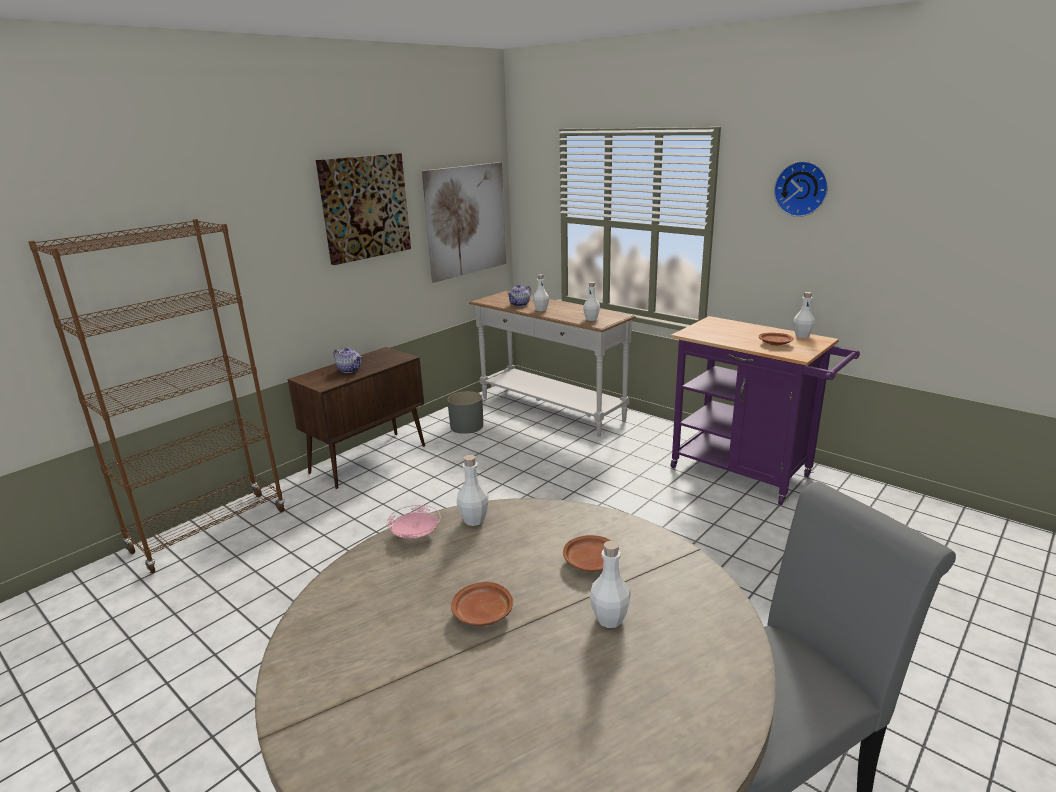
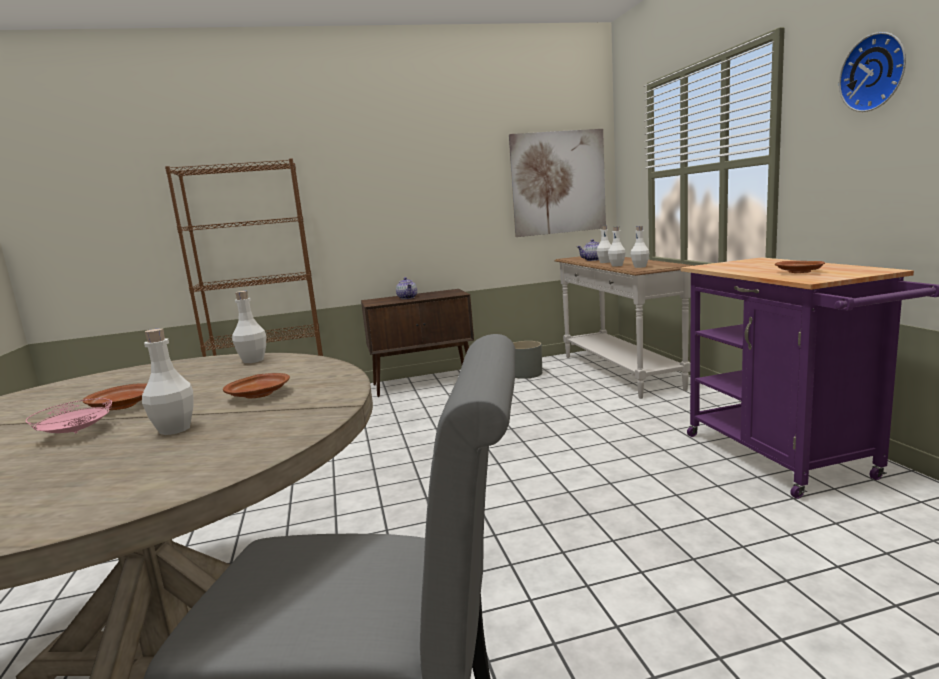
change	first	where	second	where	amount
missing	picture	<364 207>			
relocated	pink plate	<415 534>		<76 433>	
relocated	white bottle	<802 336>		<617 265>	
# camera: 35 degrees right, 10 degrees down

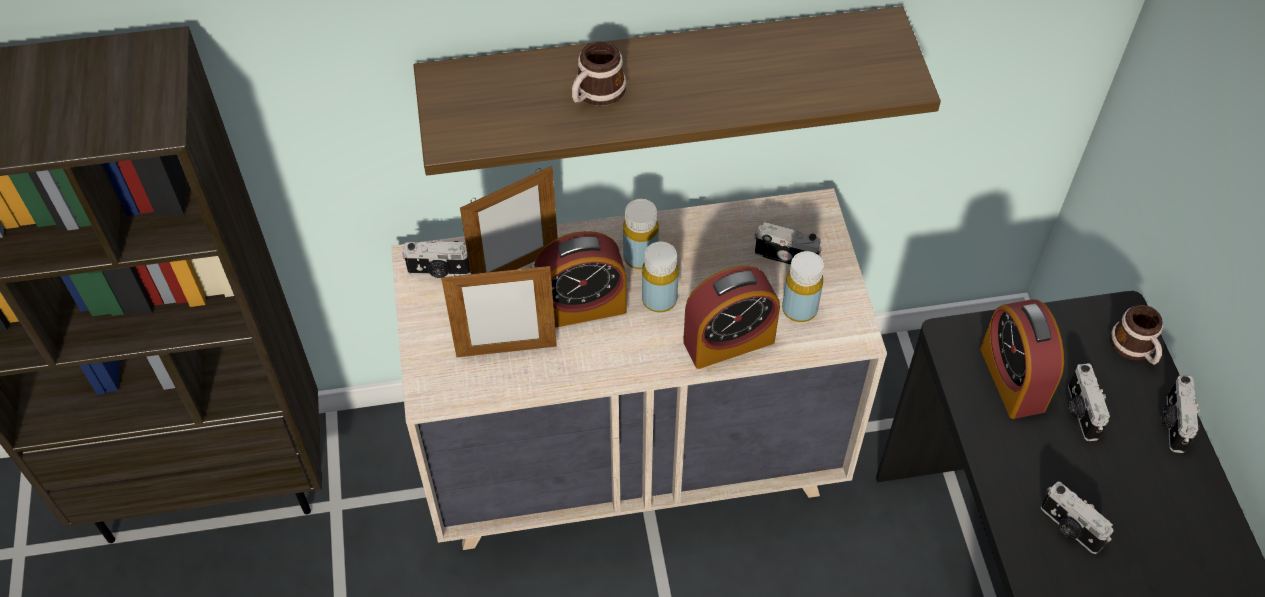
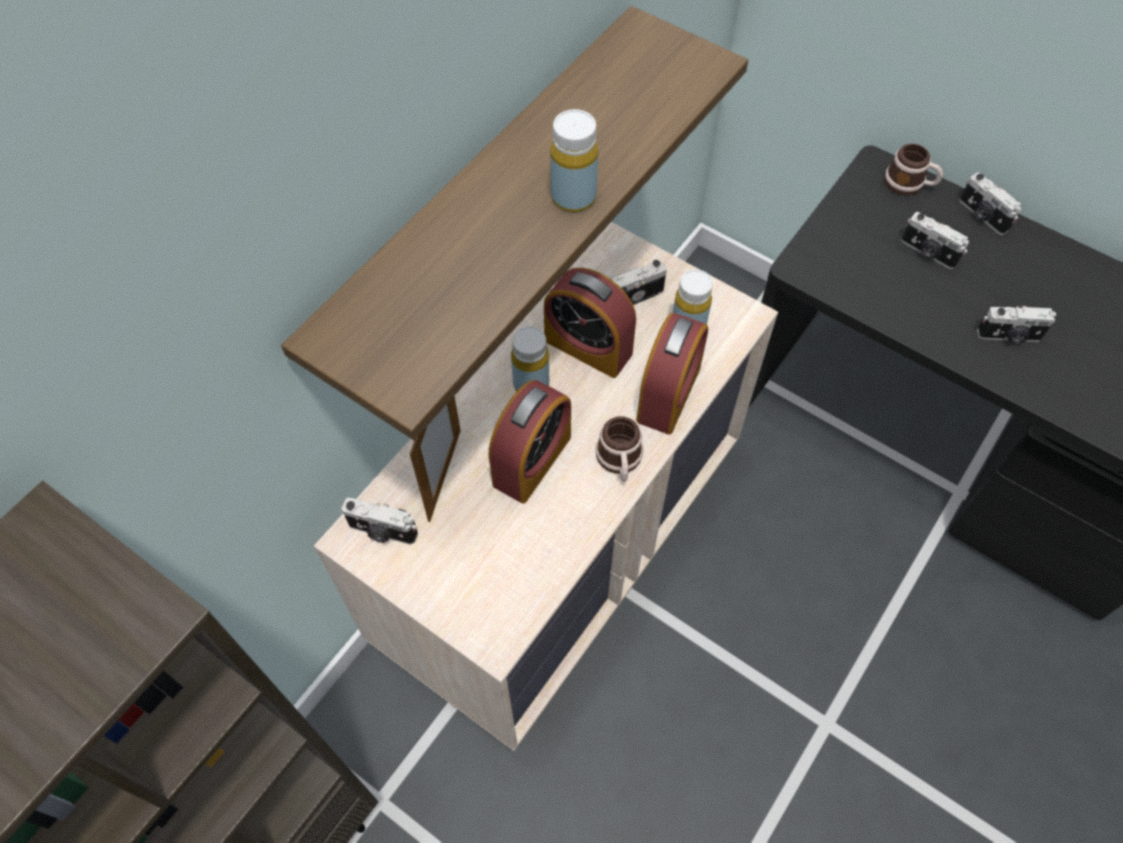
change	first	where	second	where	amount
spun	photo camera	<439 271>		<382 531>	60 degrees clockwise
missing	picture frame	<506 351>			
relocated	mug	<595 94>		<619 461>	
relocated	yellow bottle	<659 299>		<573 197>	
relocated	alarm clock	<1012 379>		<588 347>	
# camera: 45 degrees left, 5 degrees up

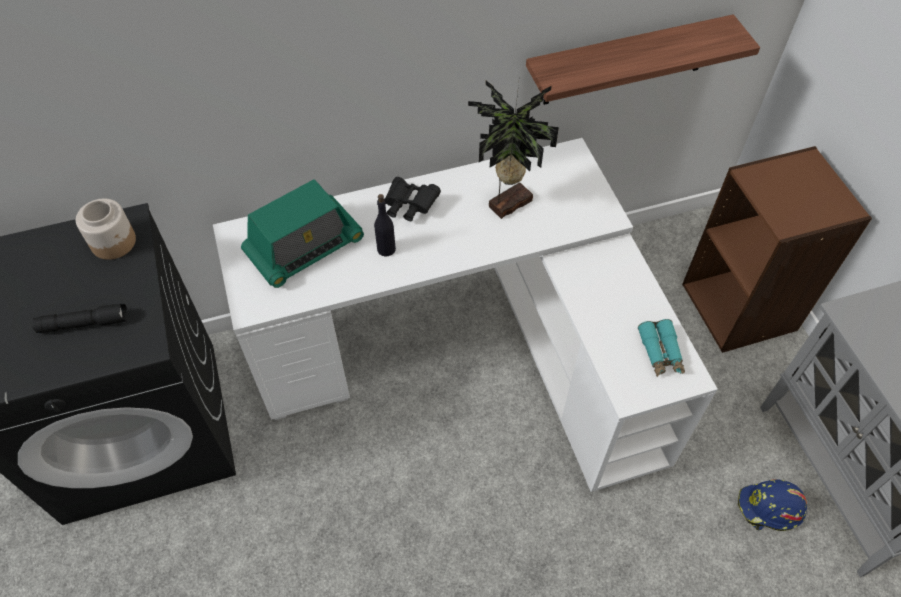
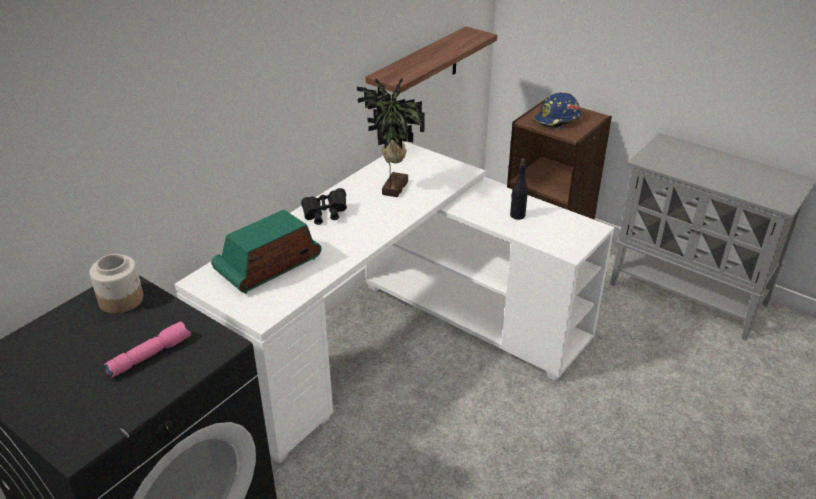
change	first	where	second	where	amount
colour	black flashlight	<85 323>	pink flashlight	<150 355>	
spun	radio	<304 247>		<268 266>	150 degrees counterclockwise
relocated	black bottle	<386 249>		<517 215>	
missing	turquoise binoculars	<660 352>			
relocated	blue hard hat	<769 509>		<557 120>	
# camera: 35 degrees left, 20 degrees down

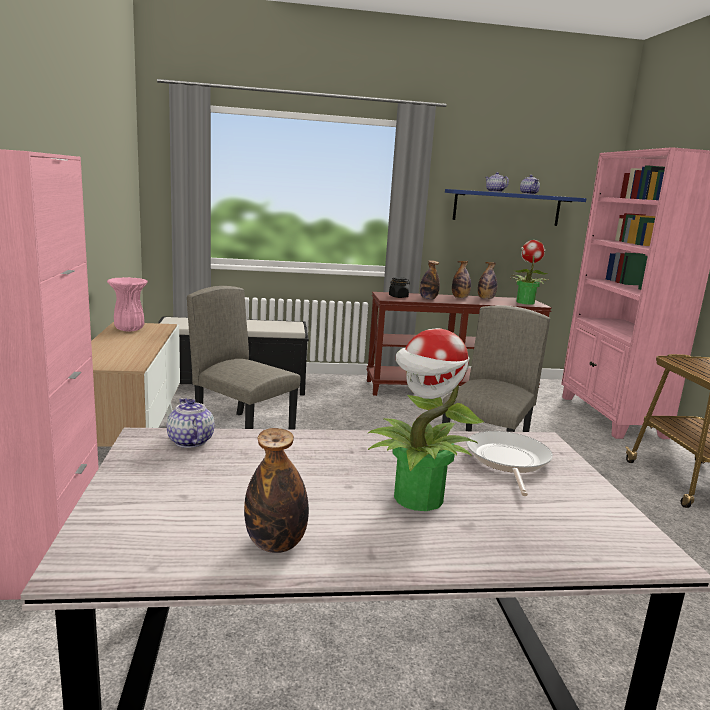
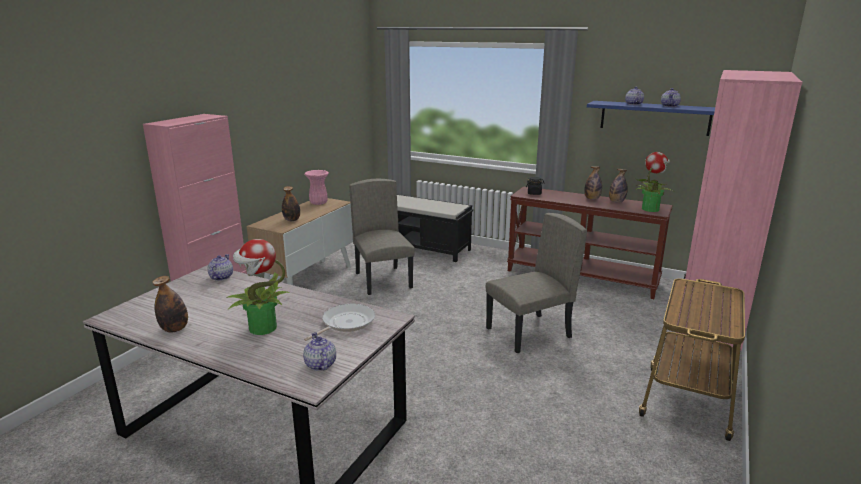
change	first	where	second	where	amount
relocated	bottle	<428 299>		<292 220>	
appeared			teapot	<320 364>	
# camera: 35 degrees right, 5 degrees up

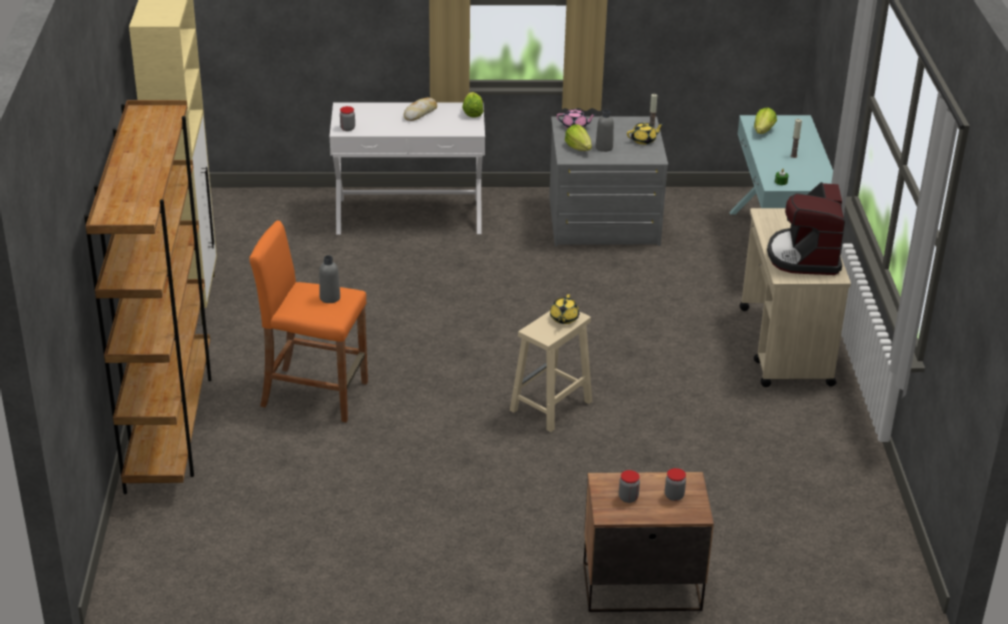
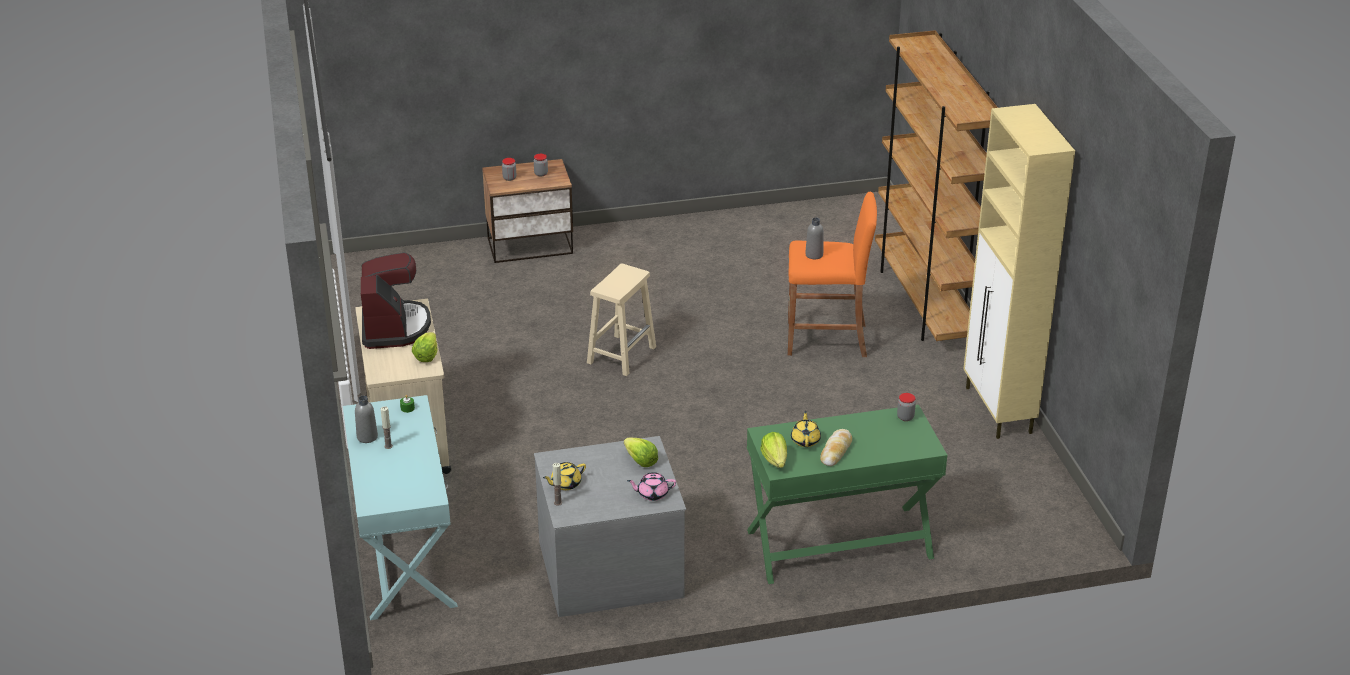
change	first	where	second	where	amount
colour	white console table	<409 215>	green console table	<839 544>	
relocated	yellow teapot	<564 319>		<805 440>	
relocated	grey bottle	<604 147>		<367 437>	
relocated	lettuce	<763 131>		<426 356>	
# camera: 170 degrees right, 0 degrees up

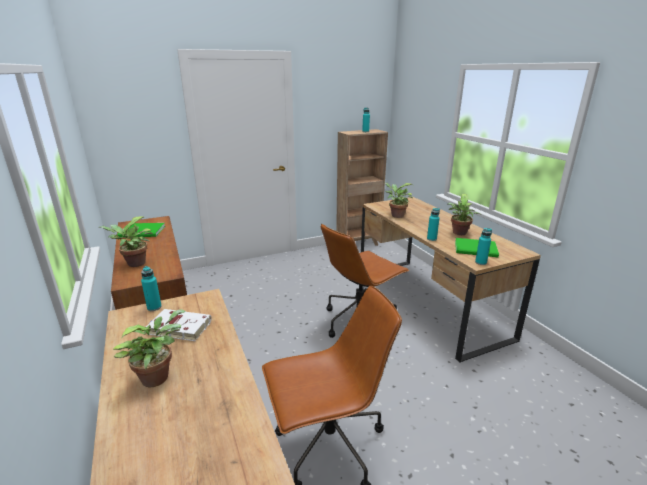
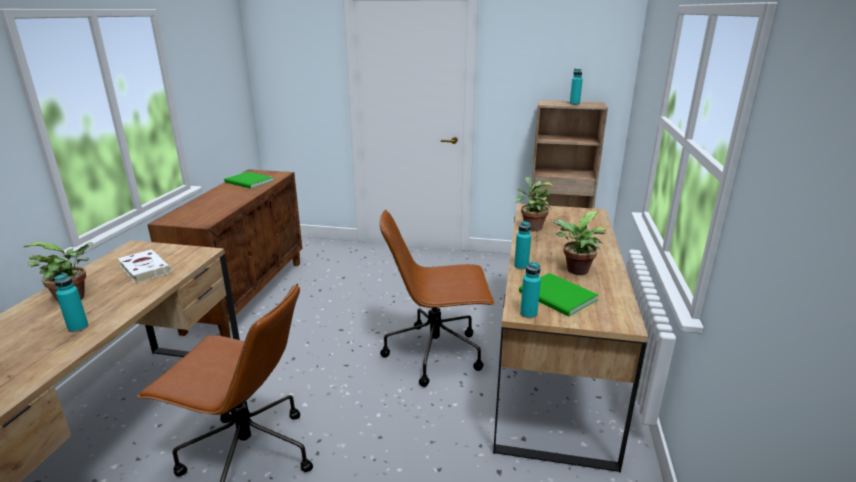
change	first	where	second	where	amount
missing	potted plant	<134 264>			
relocated	turquoise bottle	<154 307>		<78 327>	
# camera: 35 degrees right, 0 degrees up

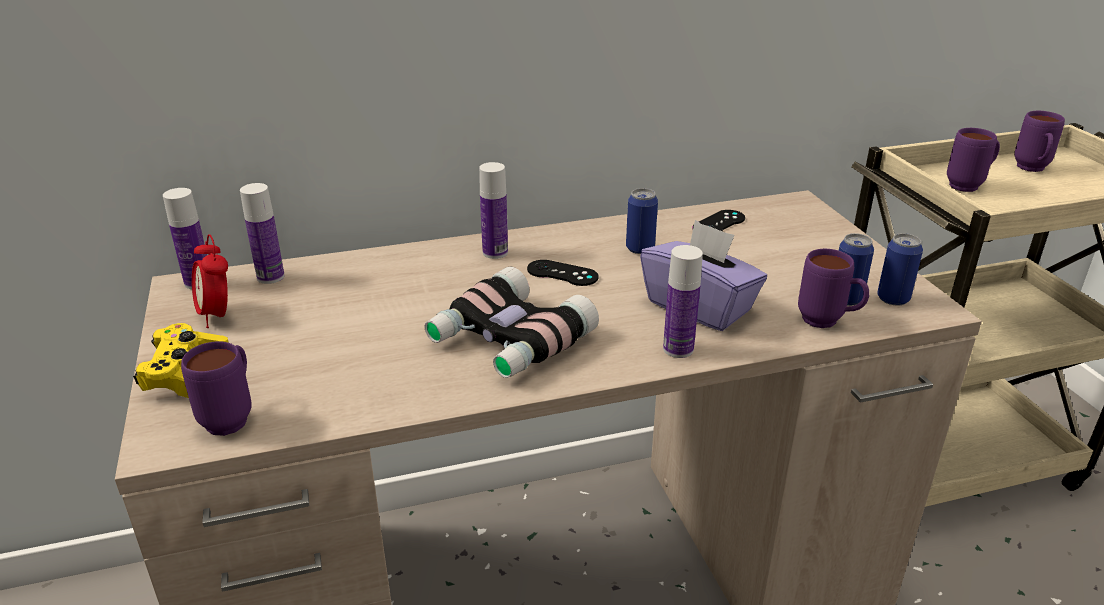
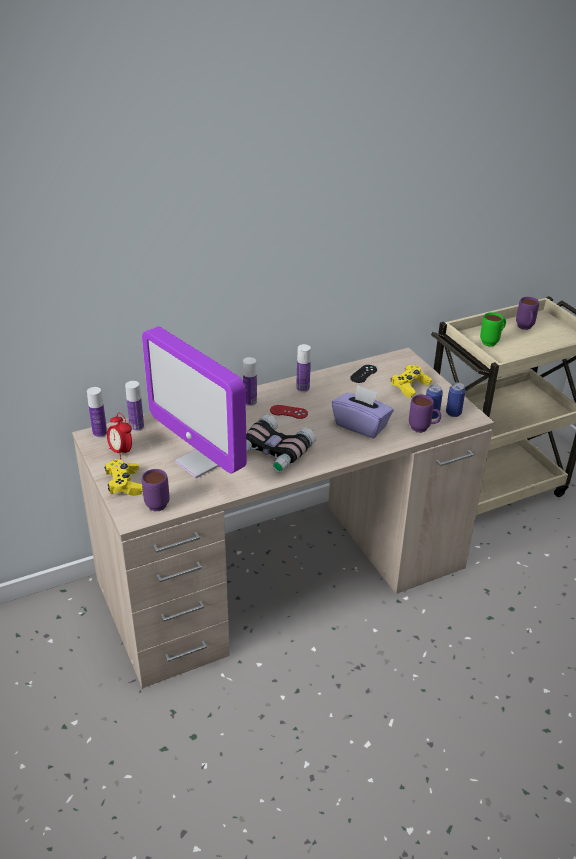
change	first	where	second	where	amount
colour	black game controller	<562 273>	red game controller	<289 412>	
missing	can	<640 248>			
relocated	bottle	<678 349>		<302 388>	
colour	purple mug	<969 186>	green mug	<492 342>	
appeared			monitor	<200 462>	
appeared			yellow game controller	<410 386>	
# camera: 10 degrees left, 5 degrees up

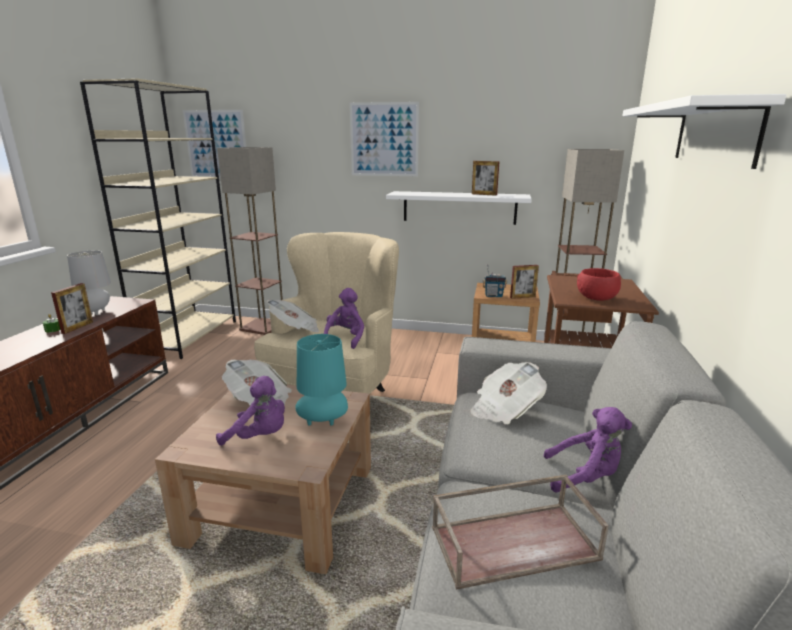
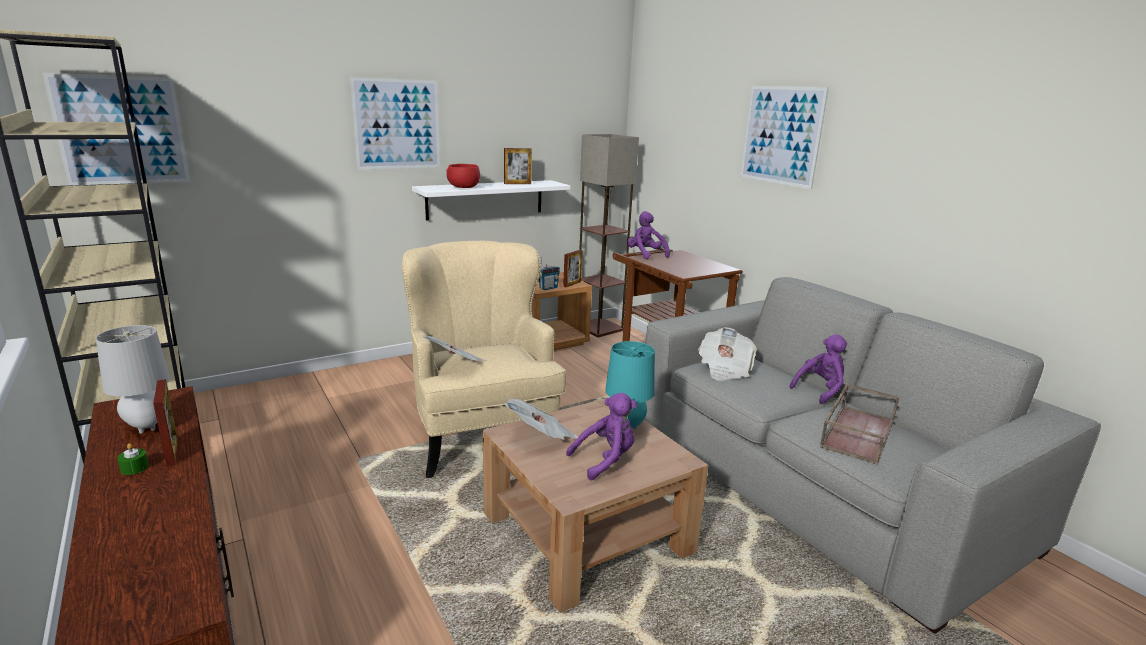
change	first	where	second	where	amount
missing	floor lamp	<263 327>			
relocated	purple plush toy	<345 338>		<645 255>	
relocated	red bowl	<596 298>		<463 187>	
exchanged	white shelf	<714 133>	picture	<781 135>	
# camera: 45 degrees left, 0 degrees up

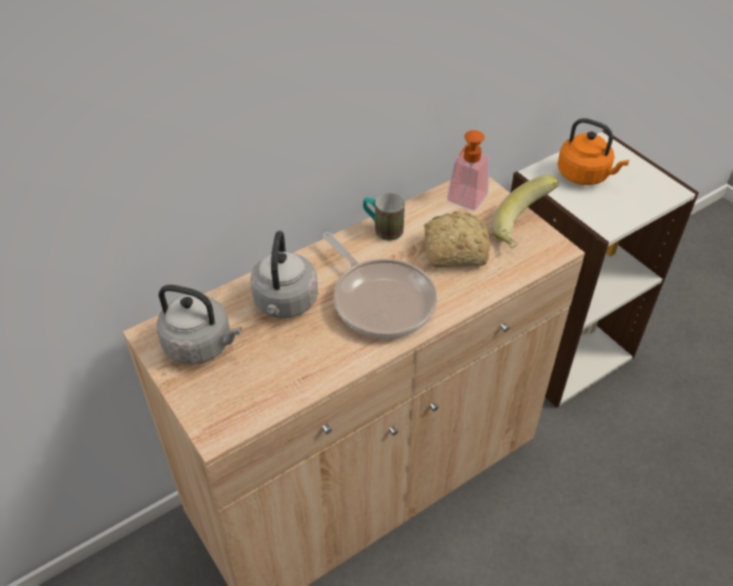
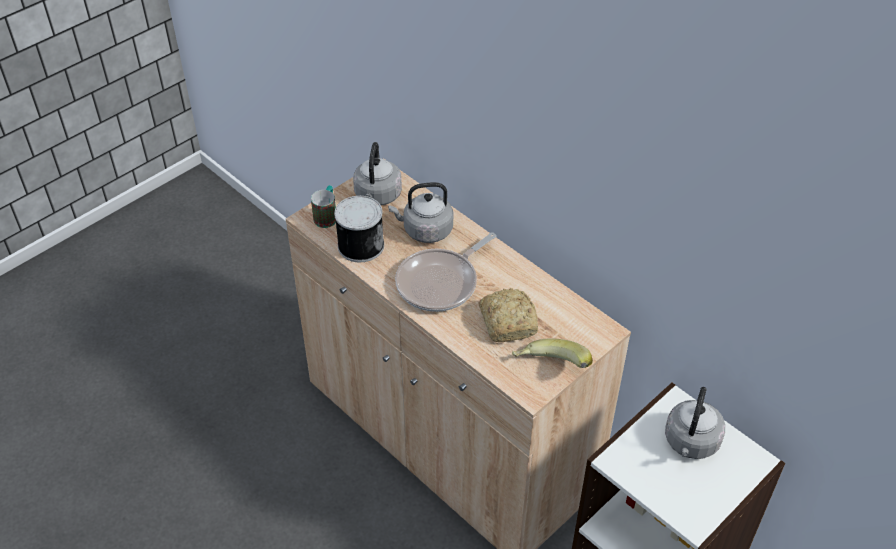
change	first	where	second	where	amount
relocated	mug	<382 229>		<327 216>	
missing	soap dispenser	<463 202>			
colour	orange kettle	<585 175>	grey kettle	<690 443>	
appeared			can	<359 245>	
# camera: 80 degrees right, 0 degrees up

